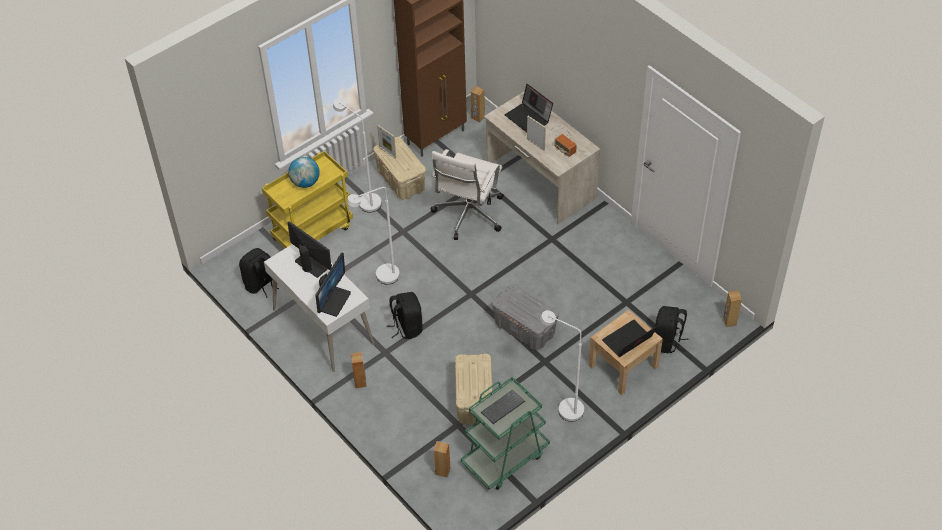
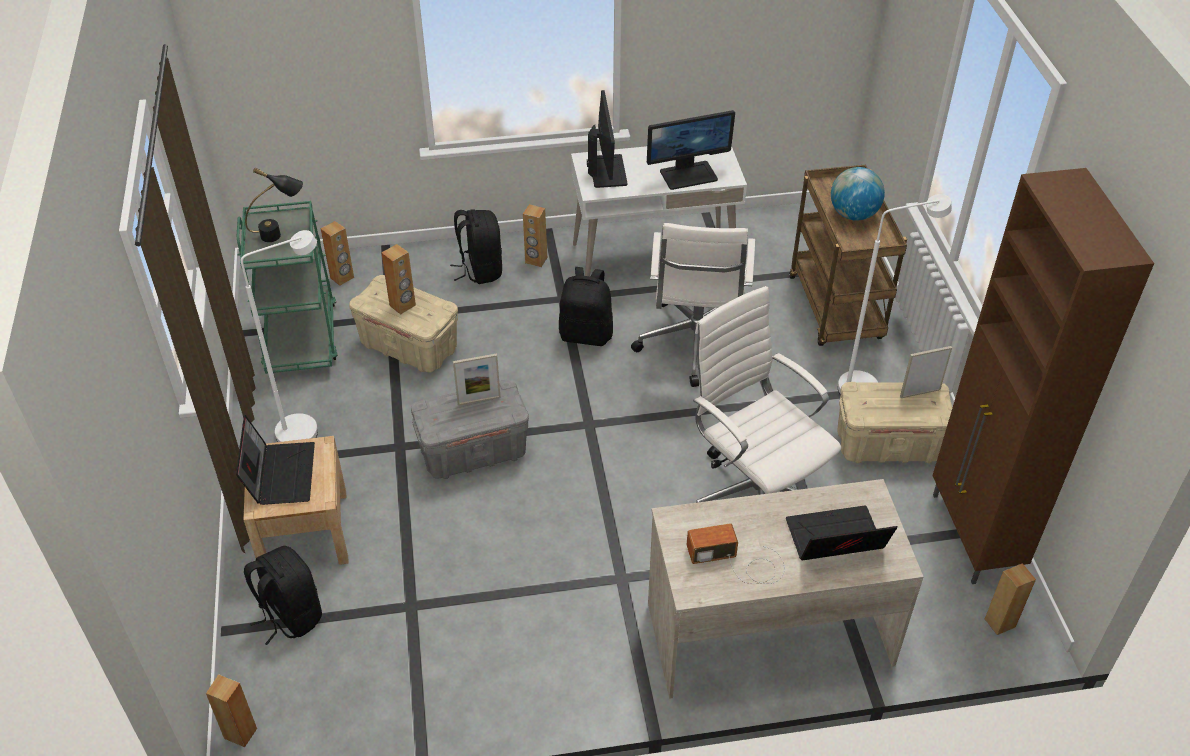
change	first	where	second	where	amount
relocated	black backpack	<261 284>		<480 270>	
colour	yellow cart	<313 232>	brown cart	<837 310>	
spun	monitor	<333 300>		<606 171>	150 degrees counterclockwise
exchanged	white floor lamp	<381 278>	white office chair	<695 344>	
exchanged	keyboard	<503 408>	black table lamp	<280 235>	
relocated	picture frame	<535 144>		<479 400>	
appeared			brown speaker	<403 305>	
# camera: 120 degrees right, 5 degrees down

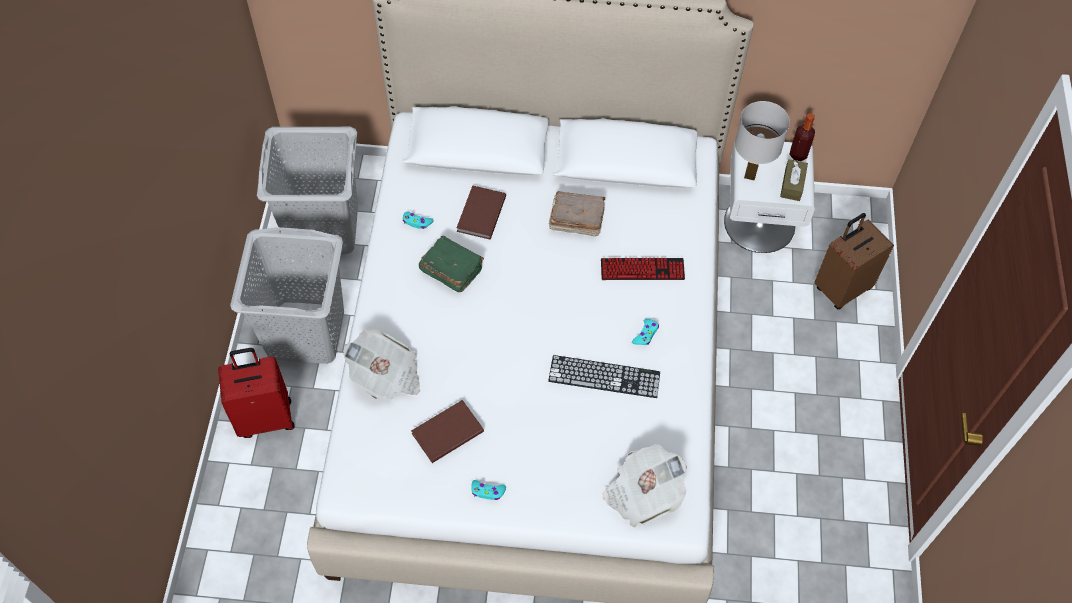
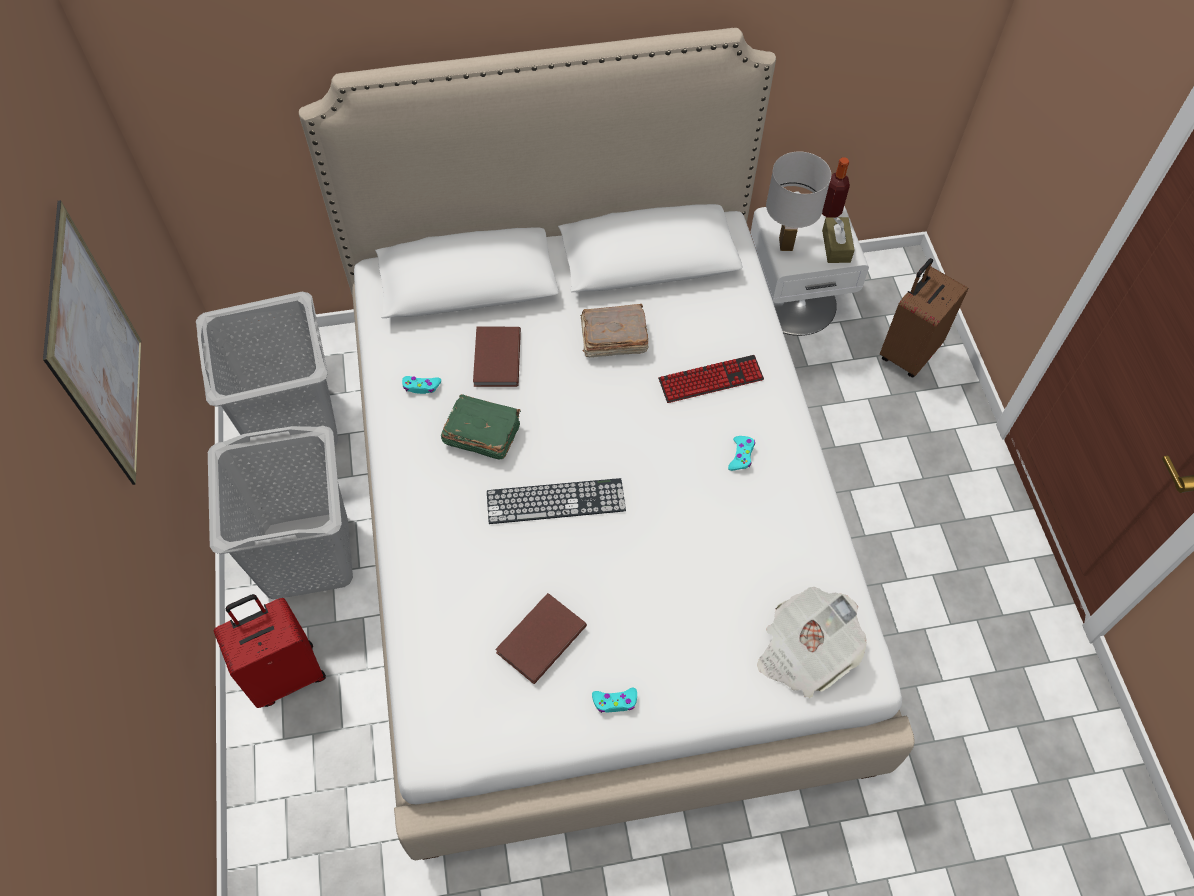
change	first	where	second	where	amount
missing	newspaper	<386 376>			
relocated	keyboard	<604 376>		<555 501>	
appeared			picture	<96 348>	
# camera: 15 degrees left, 0 degrees up

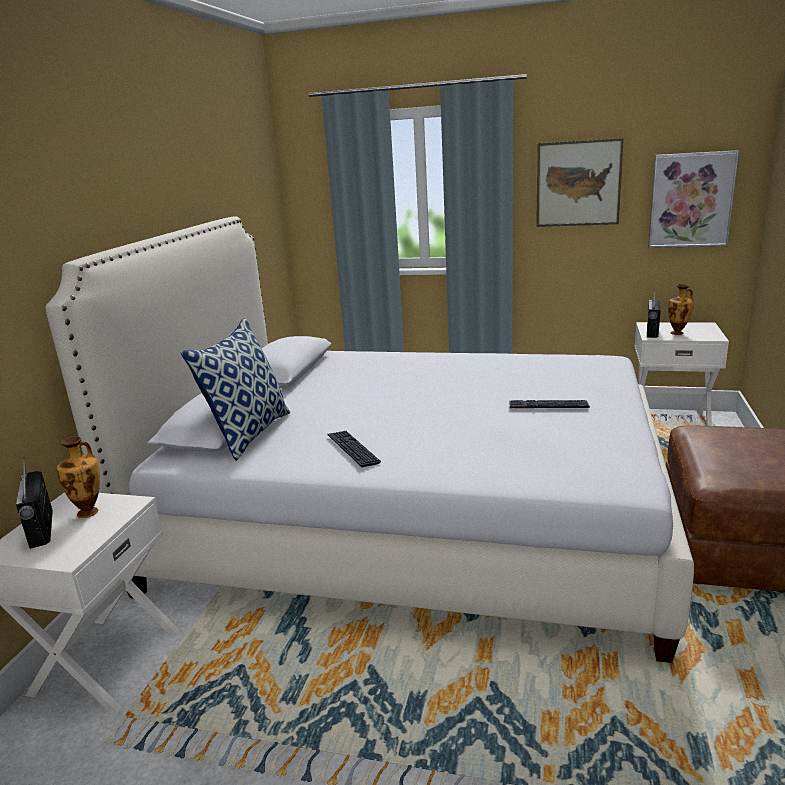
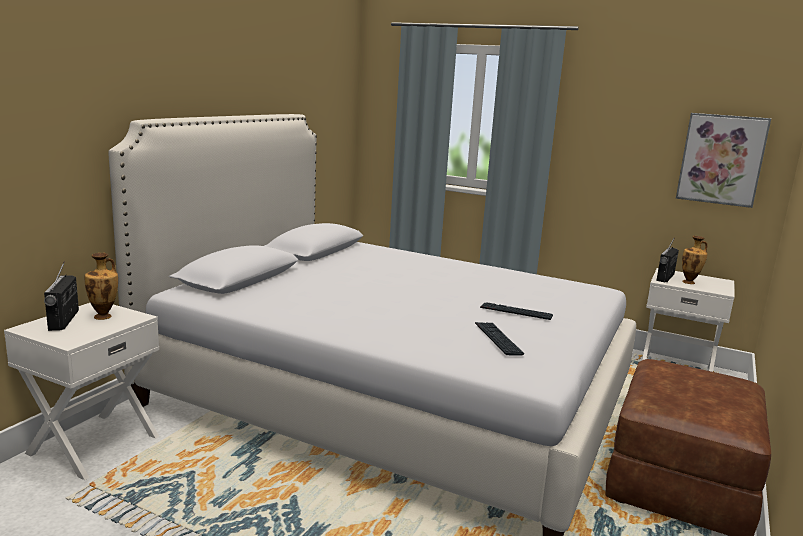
change	first	where	second	where	amount
missing	pillow	<249 433>			
relocated	keyboard	<353 449>		<498 339>	
missing	picture	<578 183>			
# camera: 10 degrees right, 5 degrees down

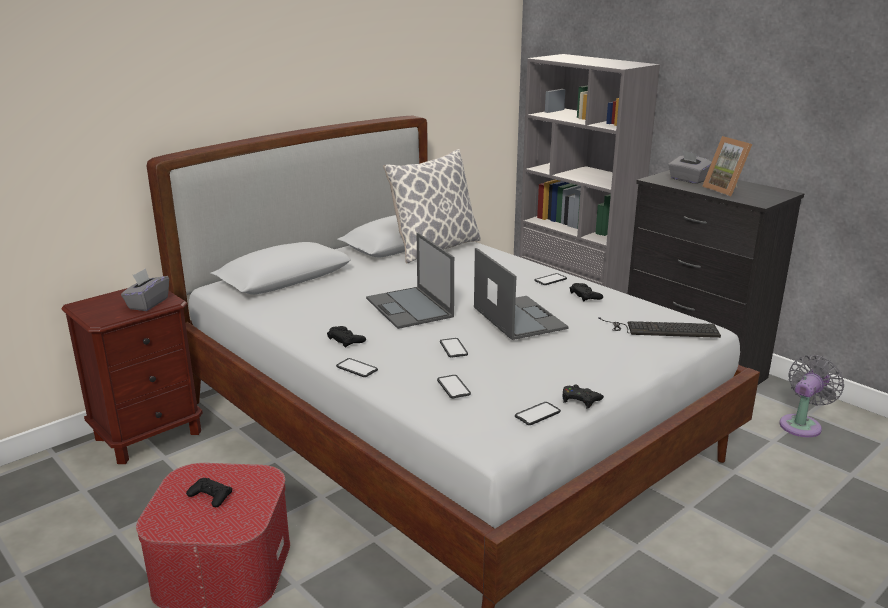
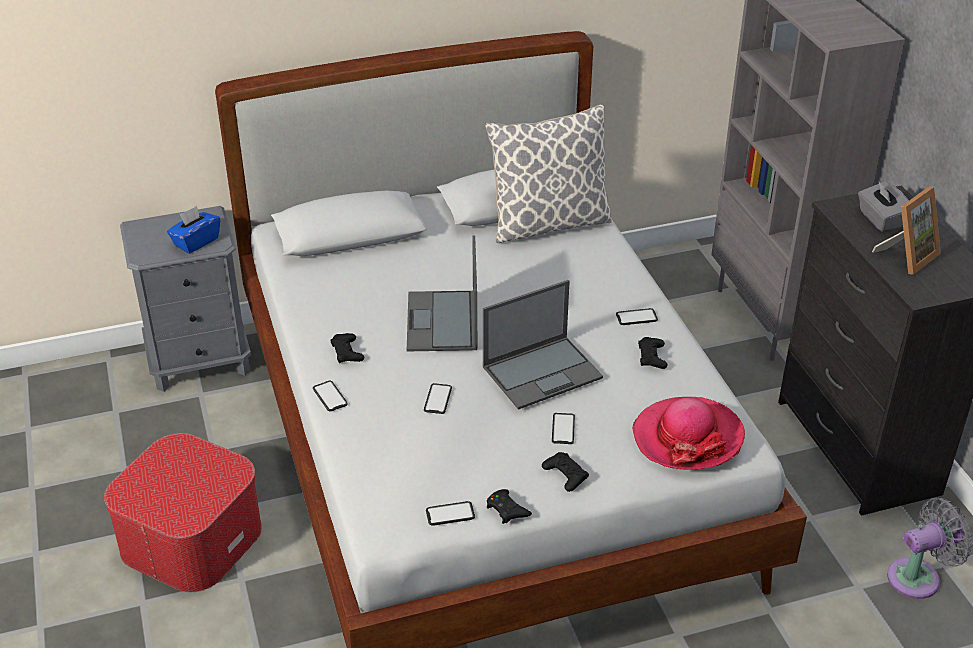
change	first	where	second	where	amount
colour	brown nightstand	<148 435>	grey nightstand	<200 361>	
colour	grey tissue box	<147 304>	blue tissue box	<196 242>	
relocated	black game controller	<210 496>		<565 475>	
relocated	phone	<453 387>		<563 429>	
spun	laptop	<518 317>		<543 372>	60 degrees clockwise
exchanged	keyboard	<661 329>	hat	<688 437>	
spun	picture frame	<726 190>		<907 256>	135 degrees counterclockwise
# camera: 25 degrees right, 15 degrees up

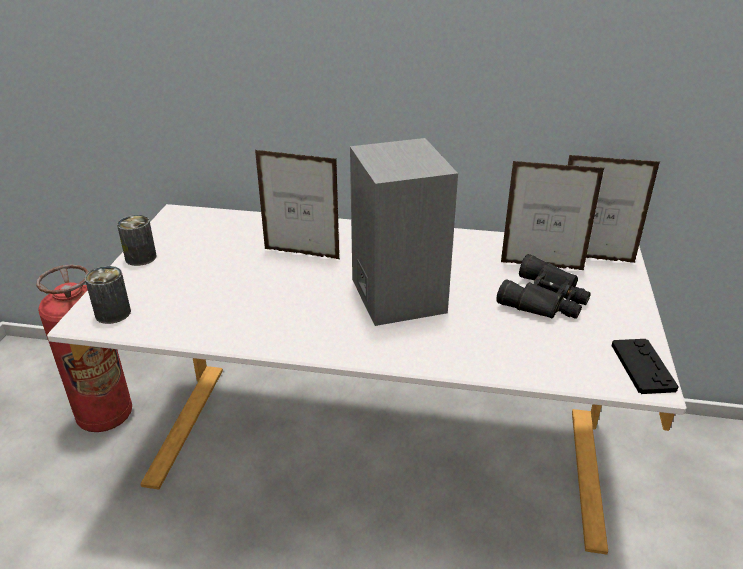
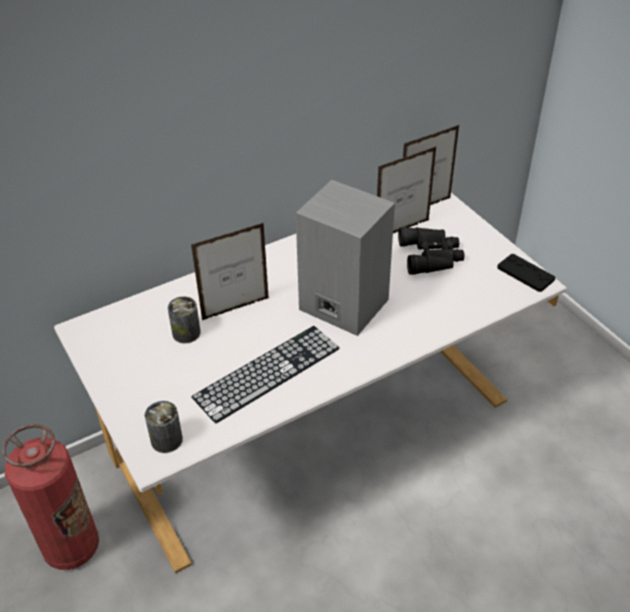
change	first	where	second	where	amount
relocated	can	<140 257>		<186 333>	
appeared			keyboard	<267 372>	
# camera: 40 degrees left, 10 degrees up

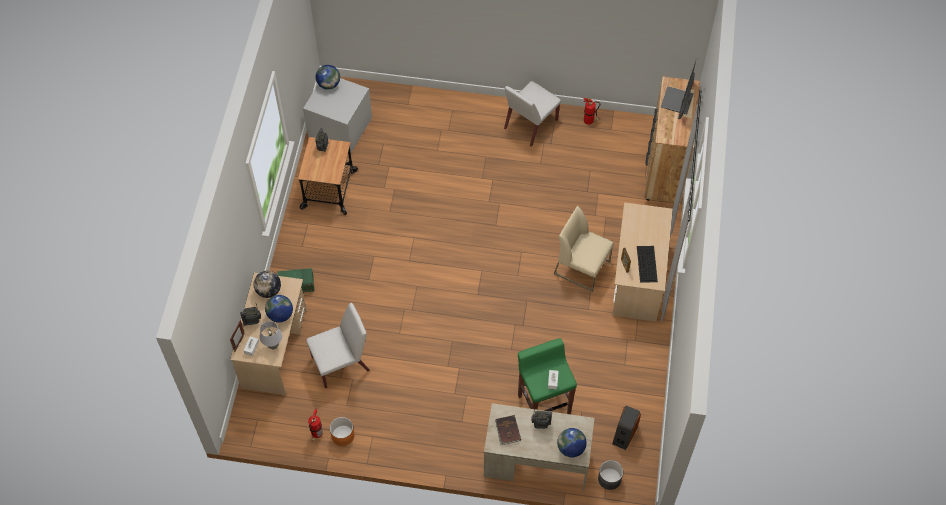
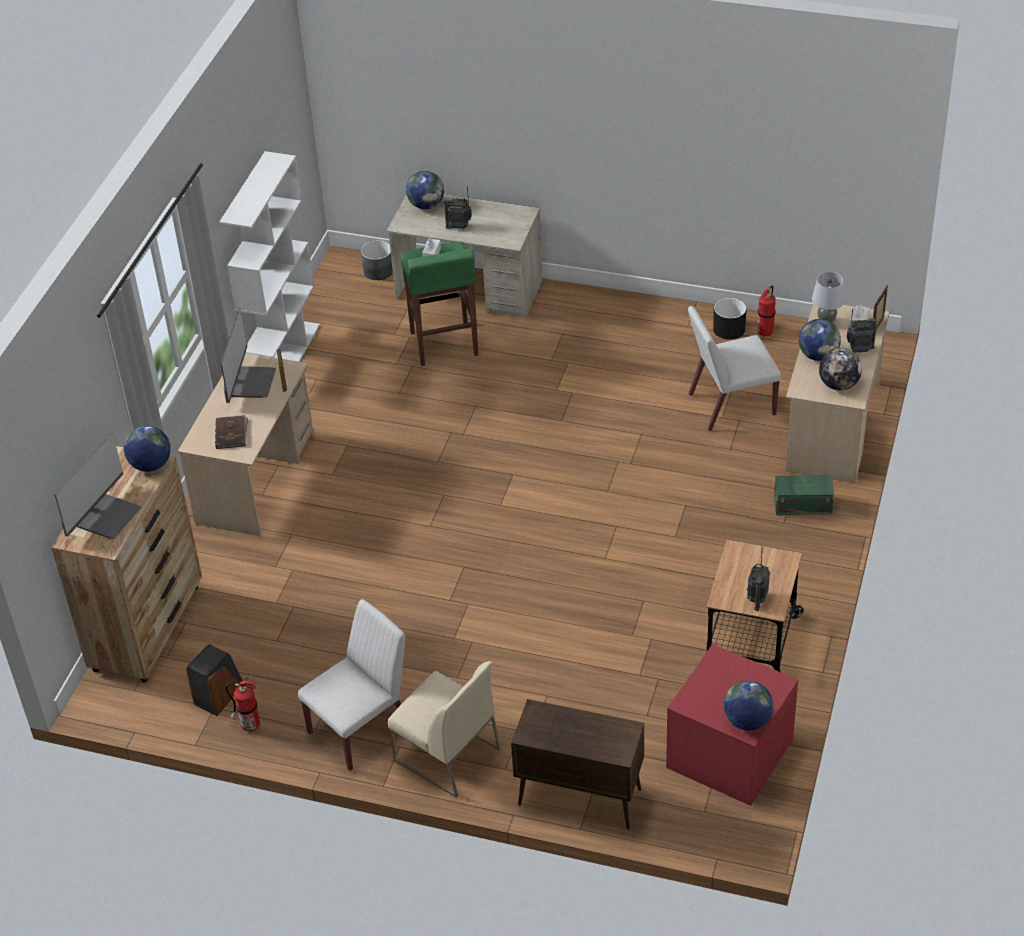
change	first	where	second	where	amount
colour	grey storage box	<339 126>	red storage box	<730 755>	
colour	orange planter	<342 435>	black planter	<729 329>	
relocated	brown book	<507 431>		<231 433>	
relocated	beige chair	<582 267>		<446 755>	
relocated	speaker	<624 434>		<219 694>	
exchanged	keyboard	<647 264>	monitor	<249 382>	
appeared			globe	<151 465>	
appeared			white bookcase	<285 357>	
appeared			brown cabinet	<578 797>	
# camera: 170 degrees left, 15 degrees down

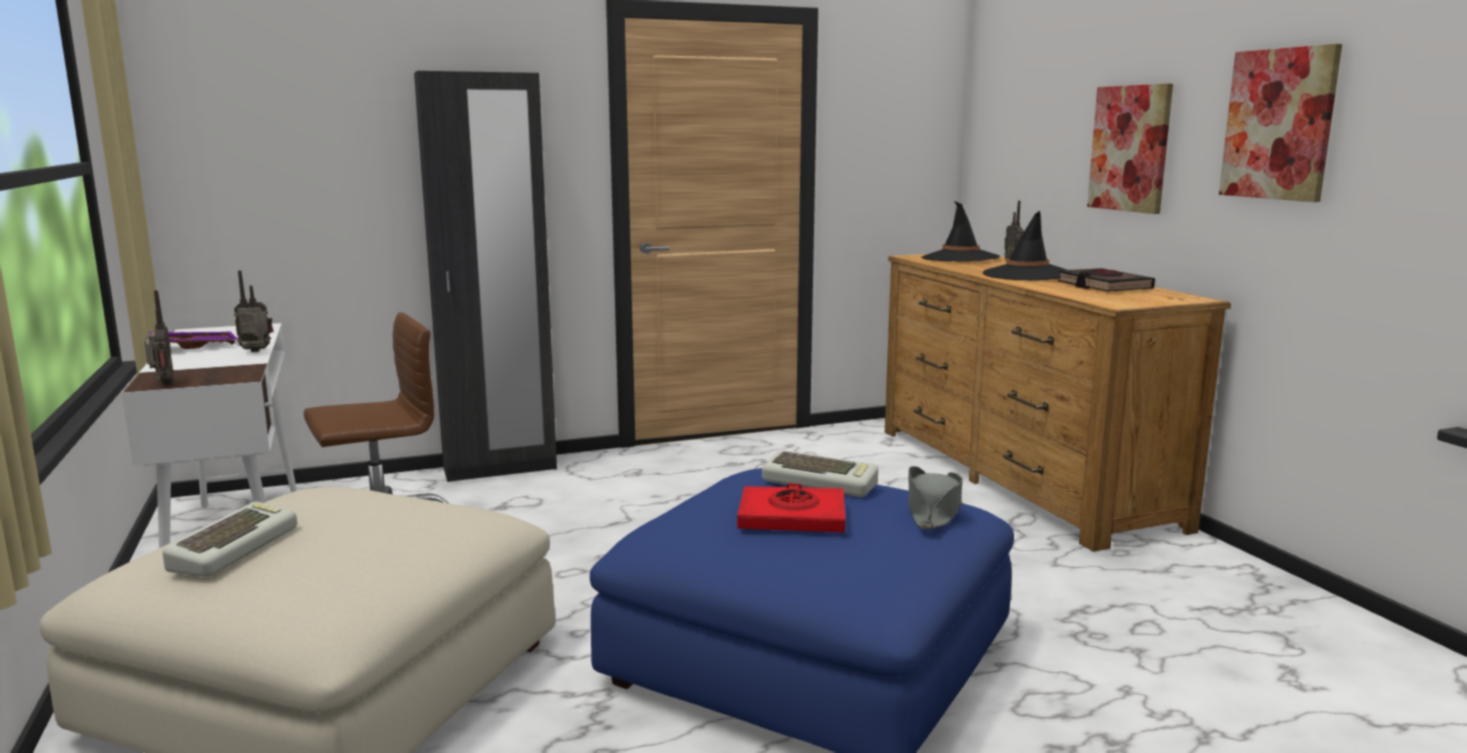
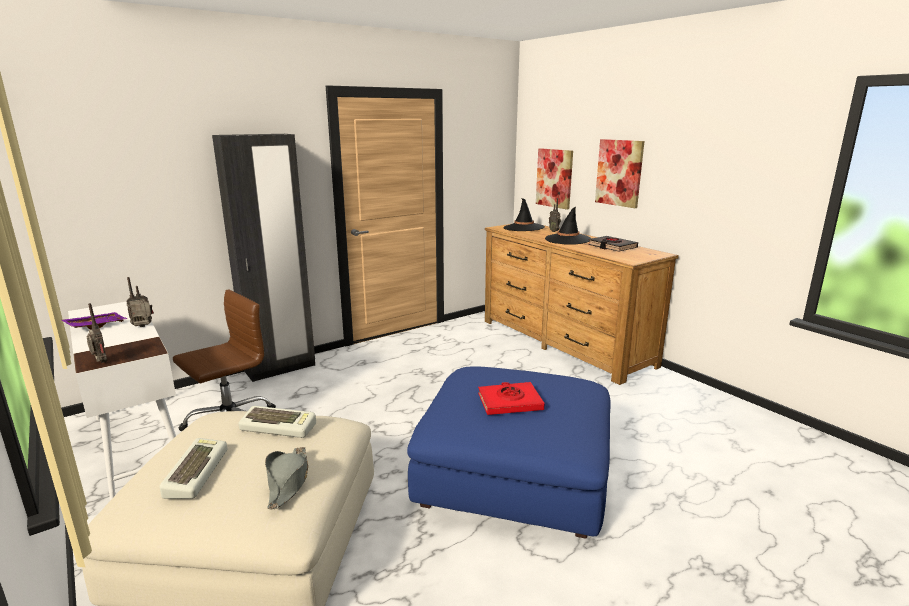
change	first	where	second	where	amount
relocated	keyboard	<821 482>		<280 426>	
relocated	grey hat	<933 510>		<288 482>	
relocated	picture	<1279 124>		<554 178>	
# camera: 15 degrees left, 5 degrees up

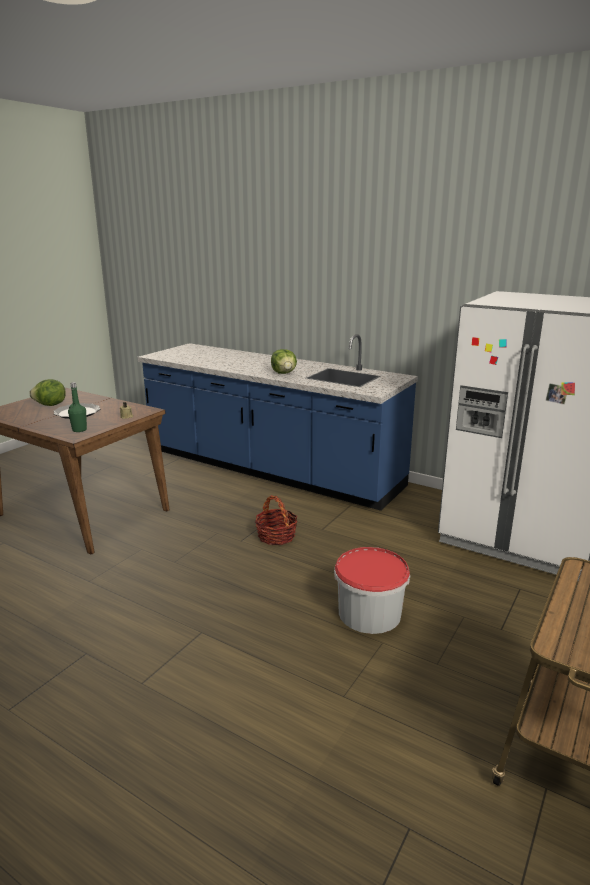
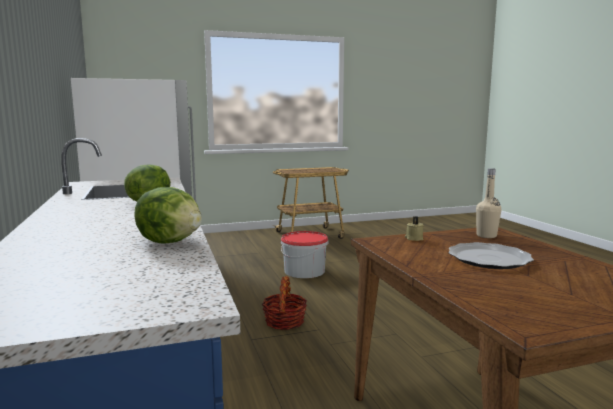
change	first	where	second	where	amount
relocated	lettuce	<50 405>		<171 241>	
colour	green bottle	<79 430>	beige bottle	<486 236>	
# camera: 140 degrees left, 10 degrees down

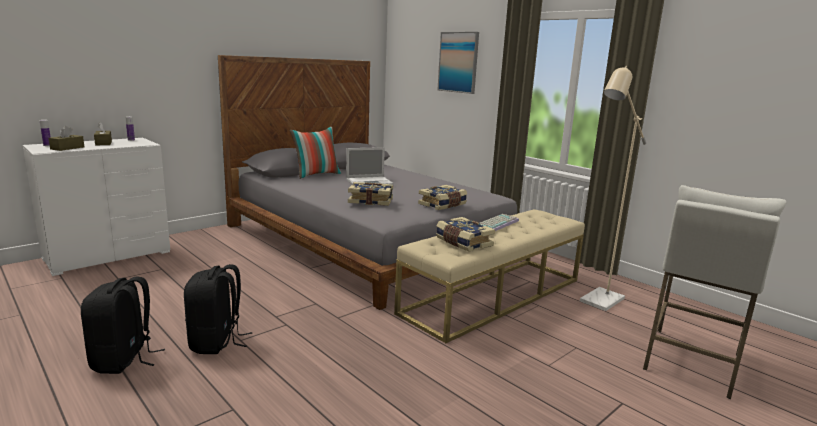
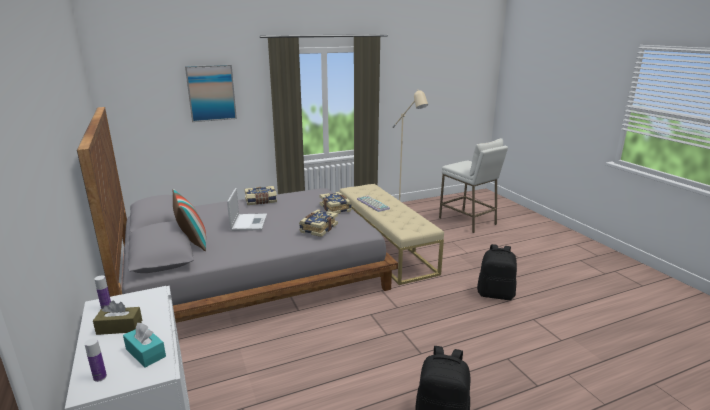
change	first	where	second	where	amount
colour	brown tissue box	<67 148>	turquoise tissue box	<145 353>	
relocated	black backpack	<216 342>		<495 294>	
relocated	book	<463 243>		<261 201>	
# camera: 70 degrees left, 5 degrees up

